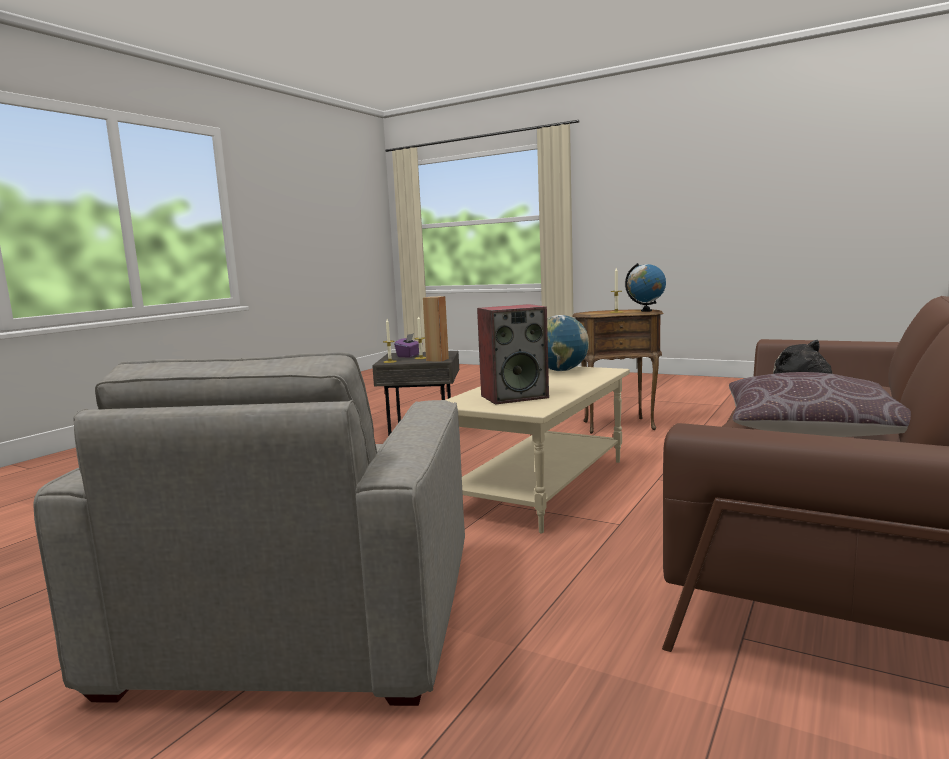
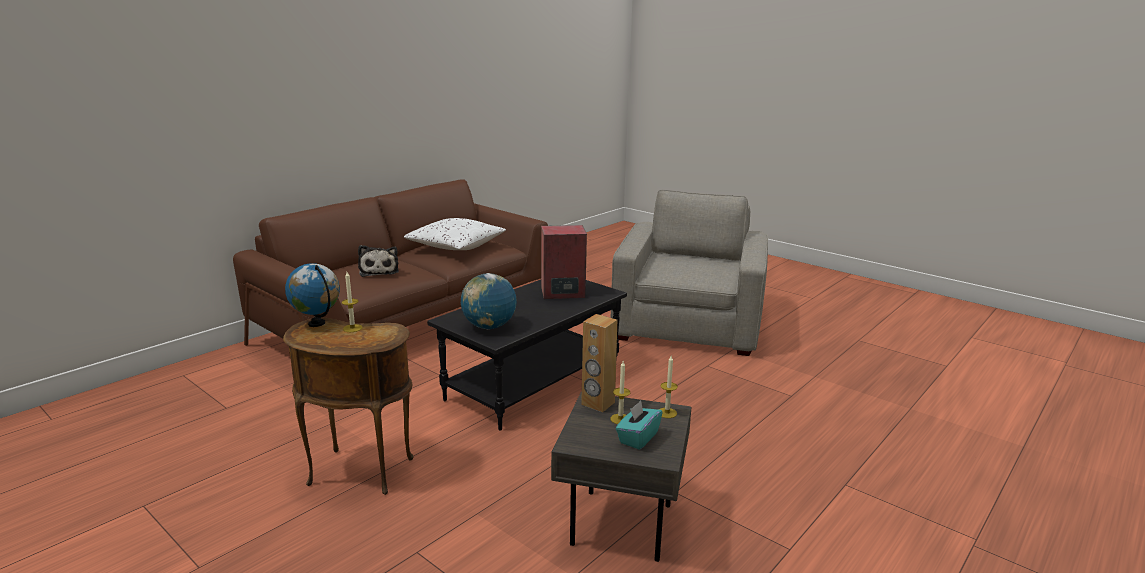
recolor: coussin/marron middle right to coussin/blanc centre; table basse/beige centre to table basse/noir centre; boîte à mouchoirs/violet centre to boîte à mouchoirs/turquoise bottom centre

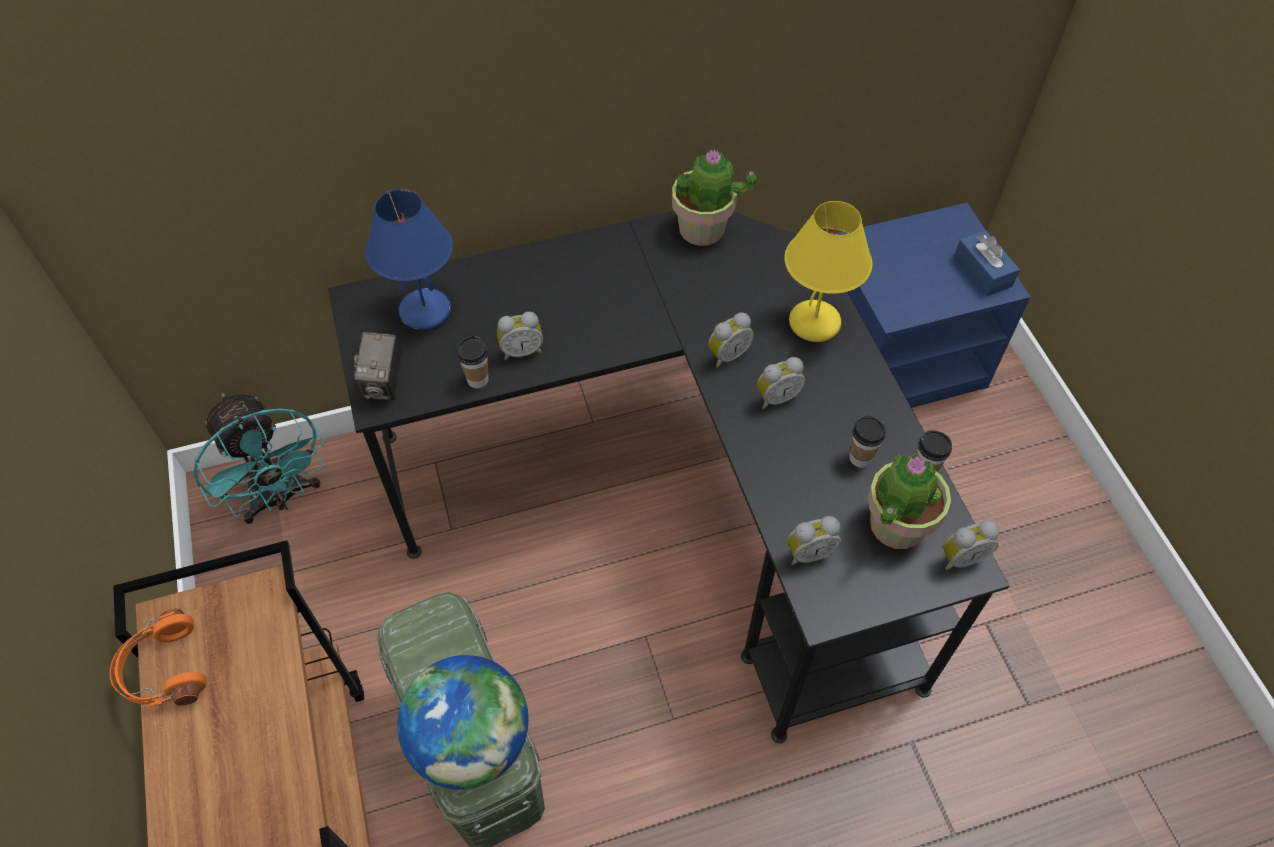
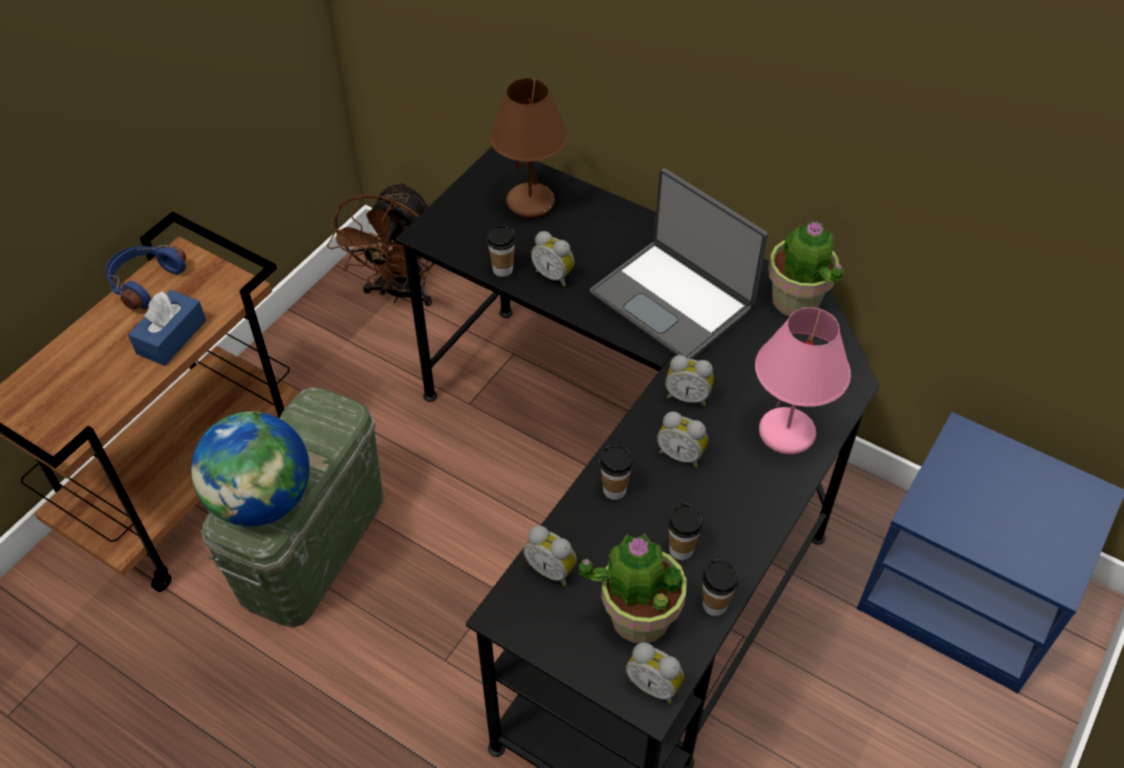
delete: appareil photo middle left
insert: ordinateur portable centre; tasse (2nd from left) centre
move: boîte à mouchoirs/bleu top right to middle left
recolor: casque audio/orange bottom left to casque audio/bleu middle left; ventilateur/turquoise middle left to ventilateur/marron top centre; lampe de table/bleu top left to lampe de table/marron top centre; lampe de table/jaune top centre to lampe de table/rose middle right

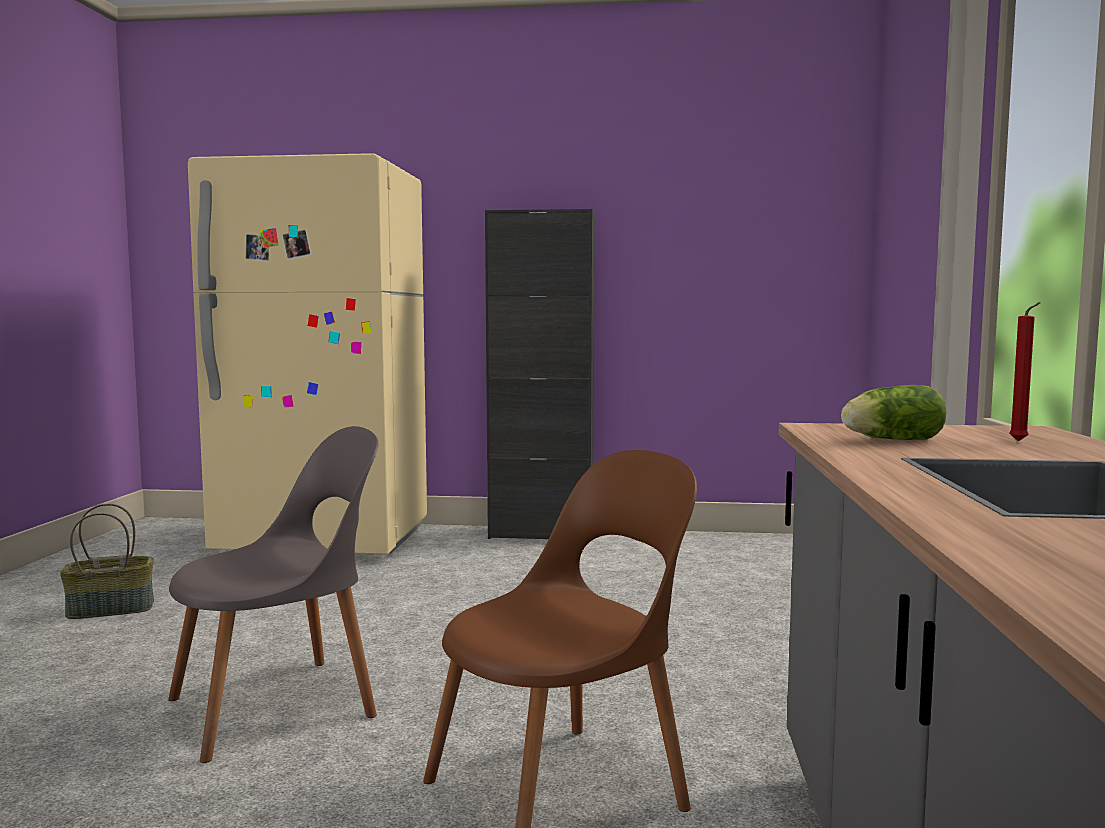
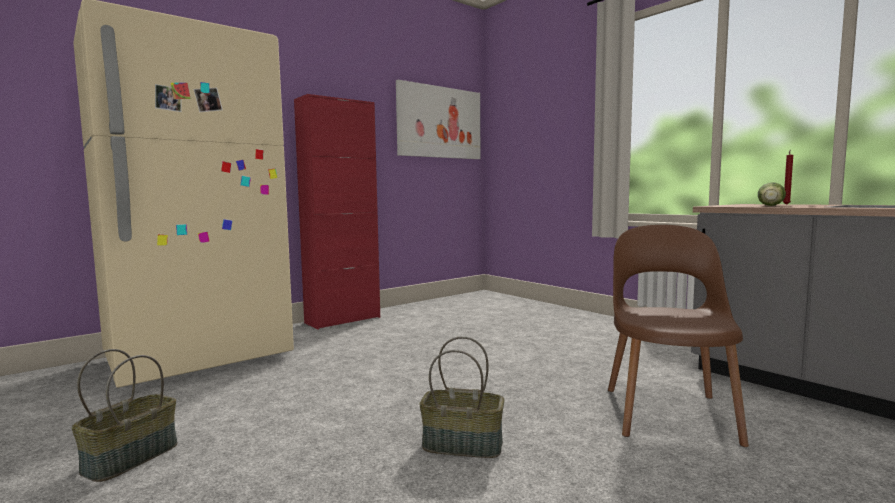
insert: tableau top centre
replace: chaise/gris bottom left to panier (2nd from left) bottom centre
recolor: meuble de rangement/noir centre to meuble de rangement/rouge centre

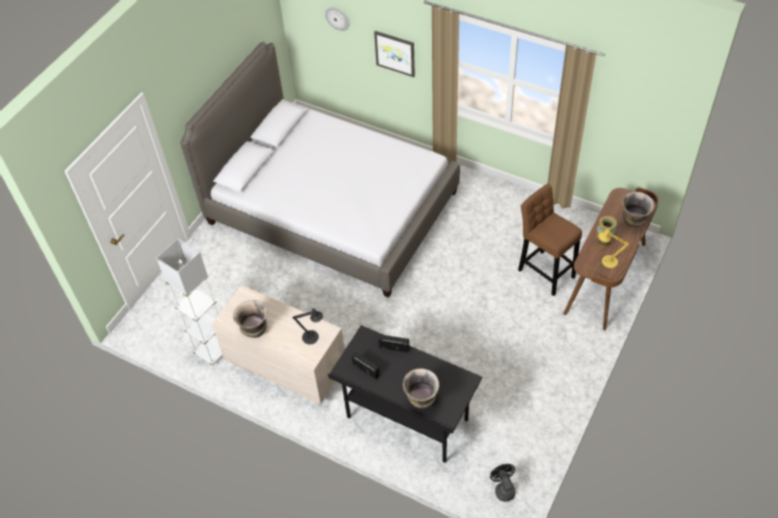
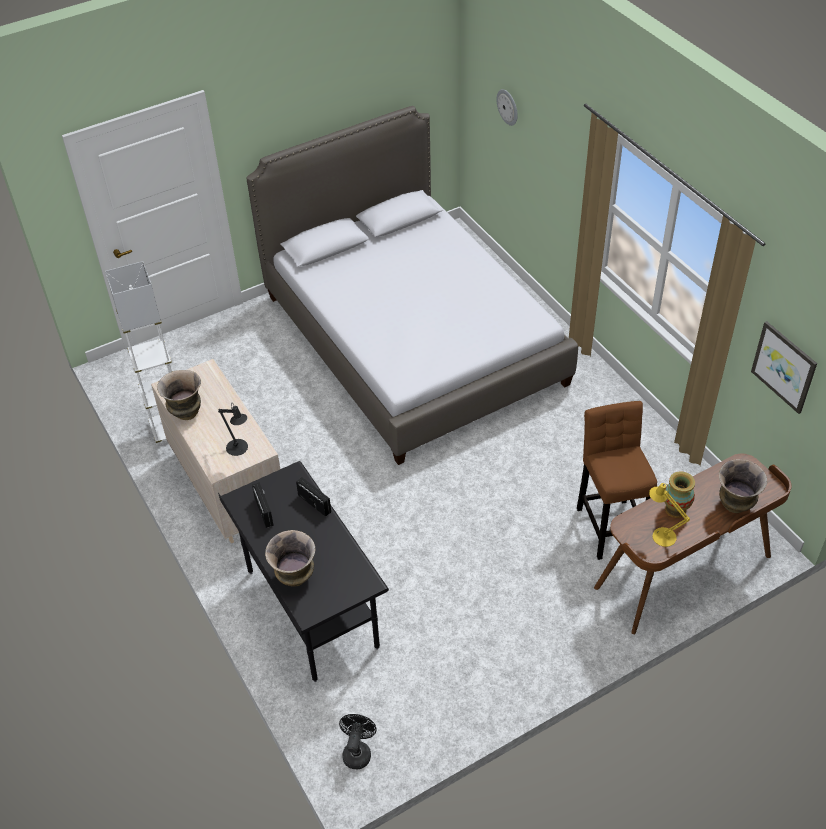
move: tableau top centre to middle right

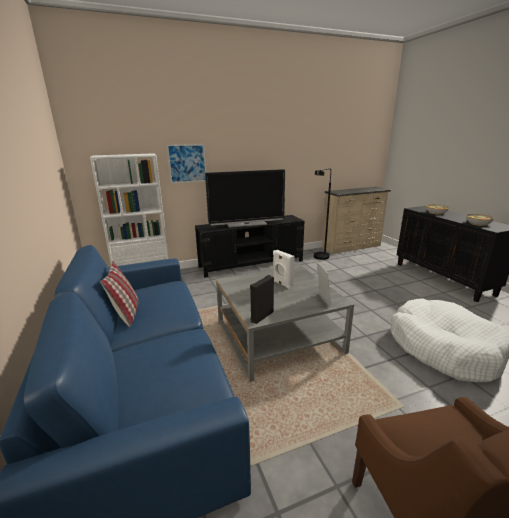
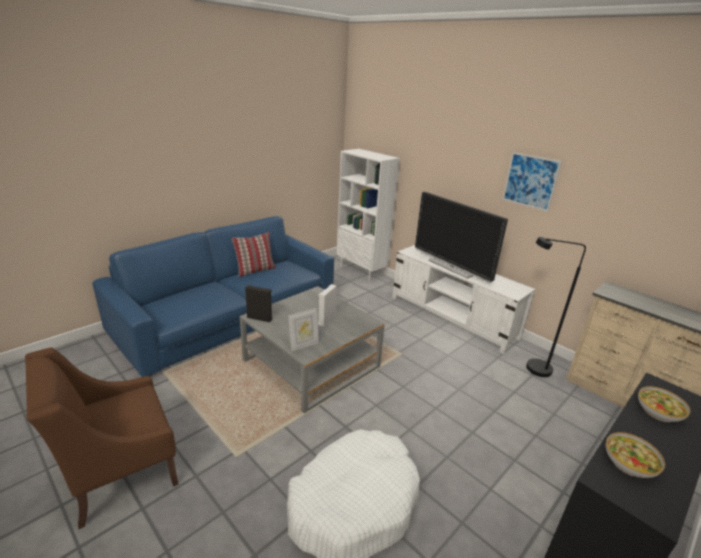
move: tableau top centre to top right
recolor: meuble télé/noir centre to meuble télé/blanc centre

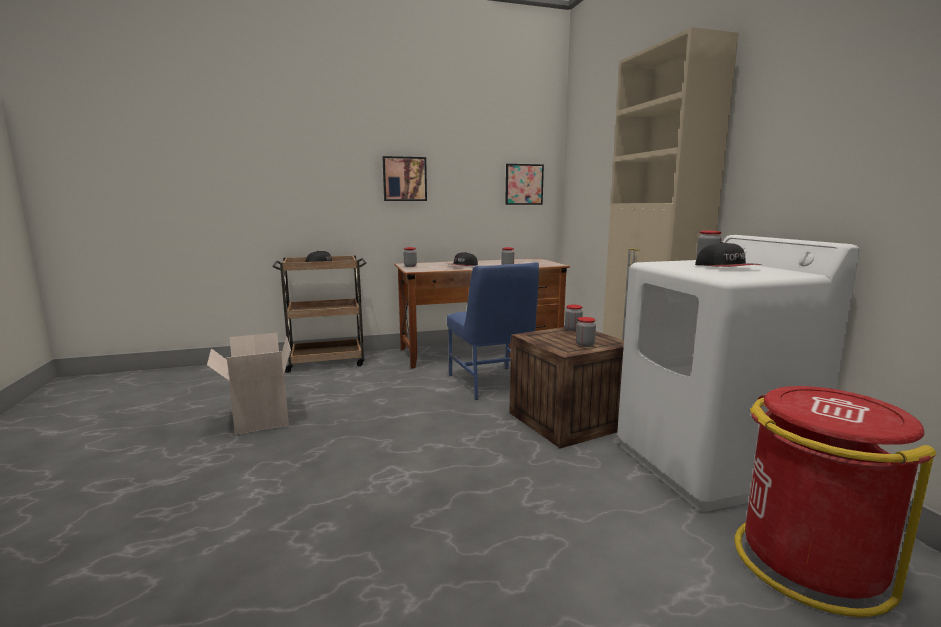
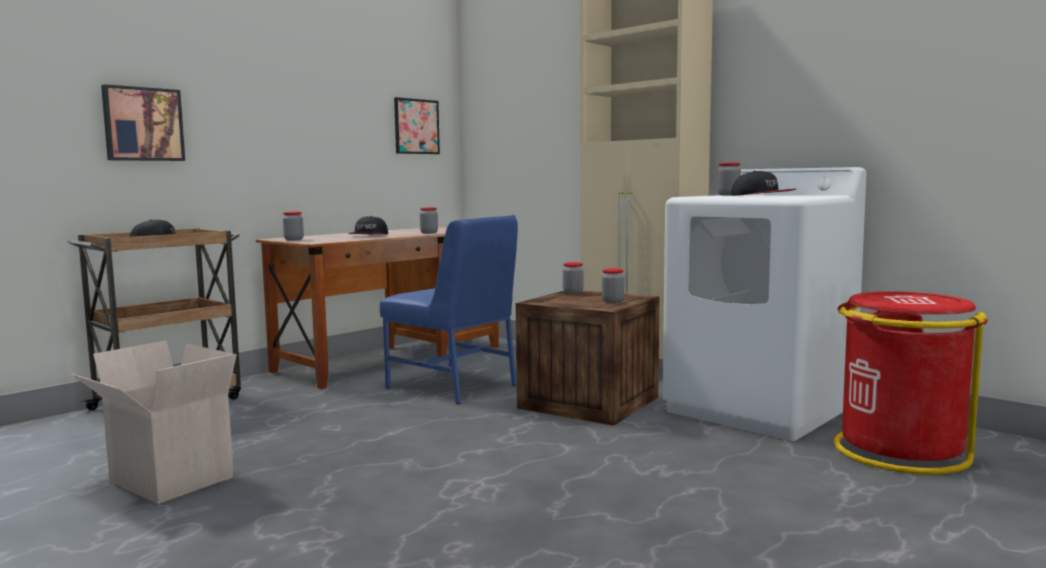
move: tableau (1st from left) top centre to top left

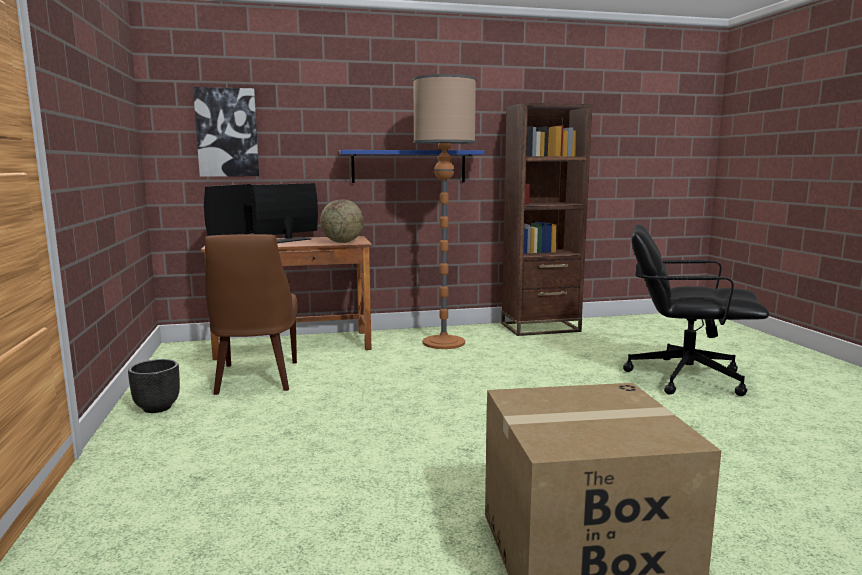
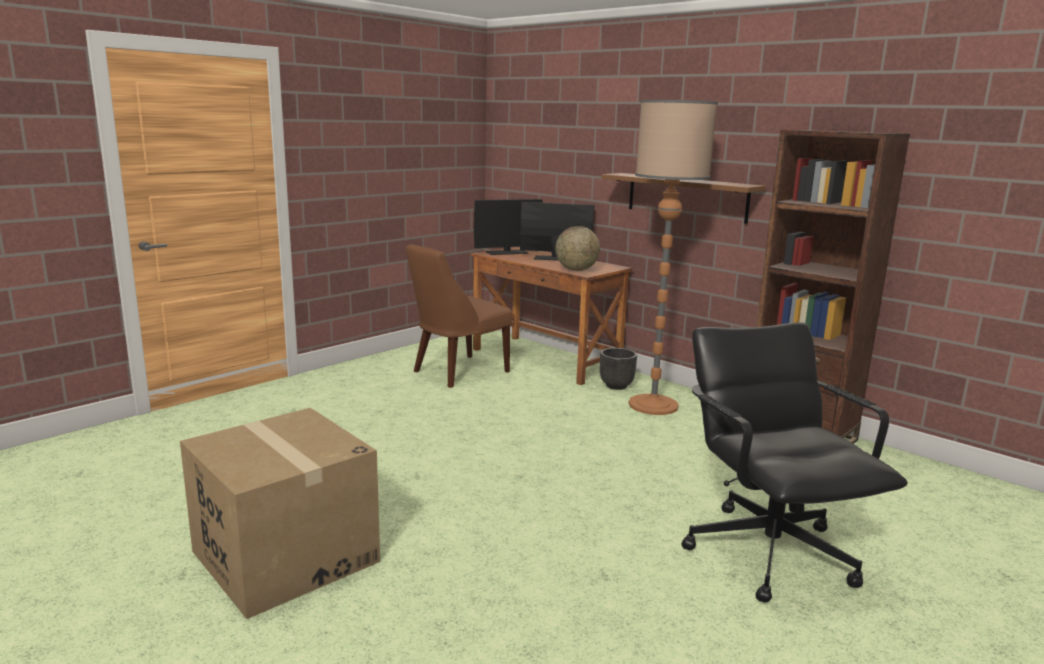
delete: tableau top left
move: cache-pot/noir bottom left to centre
recolor: étagère/bleu top centre to étagère/marron top centre

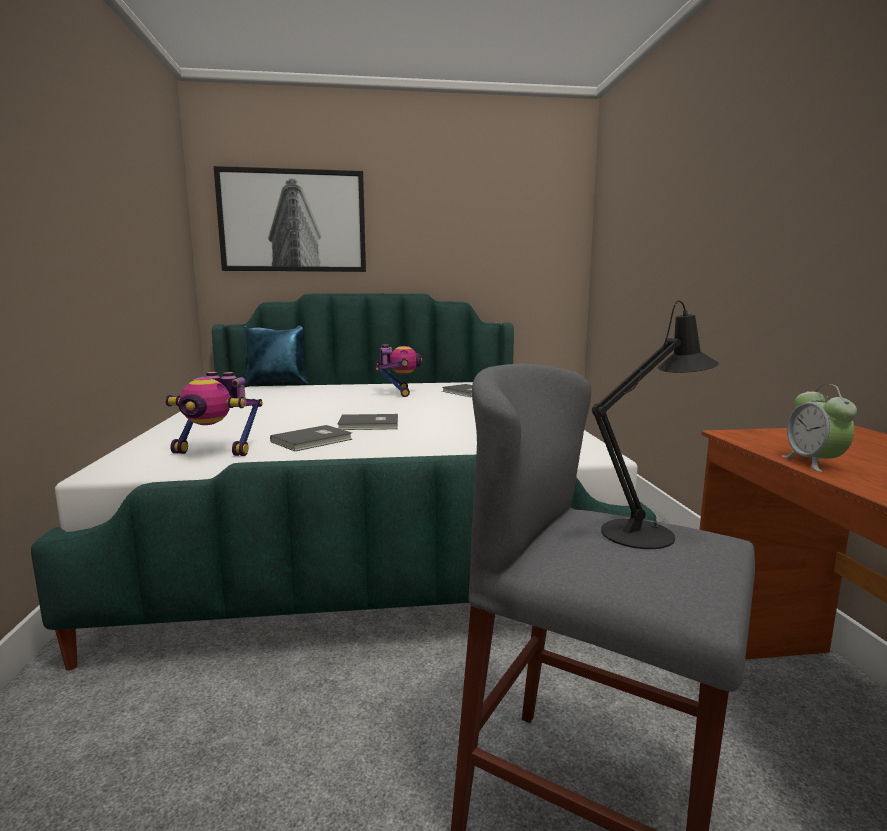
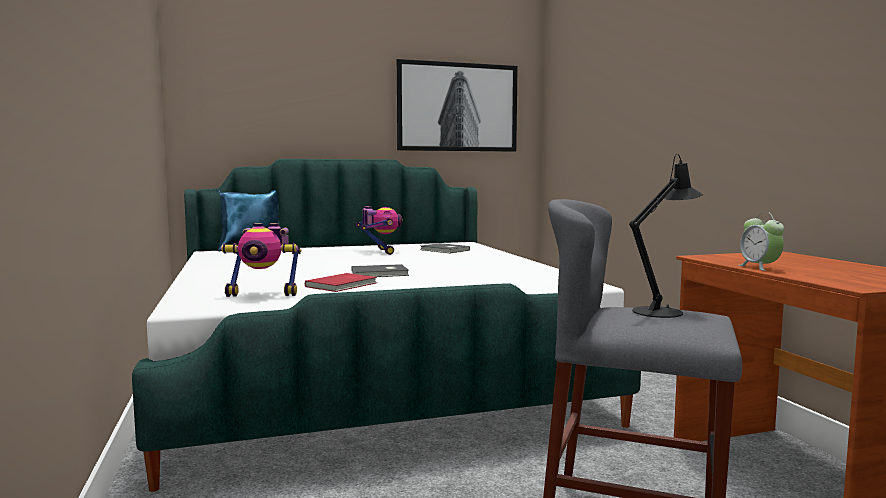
move: tableau top left to top centre
recolor: livre/gris (1st from left) centre to livre/rouge centre

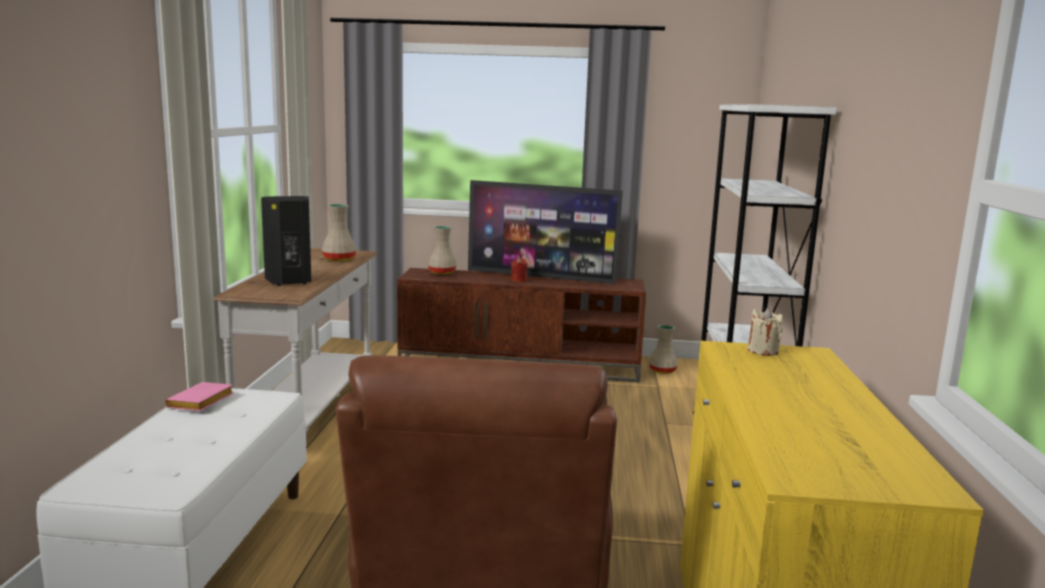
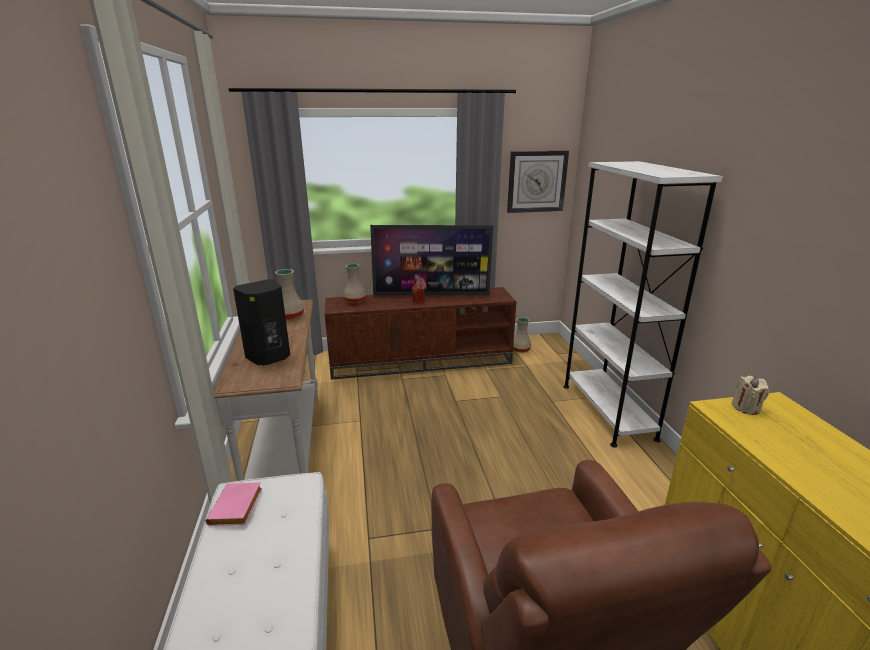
insert: horloge murale top centre

